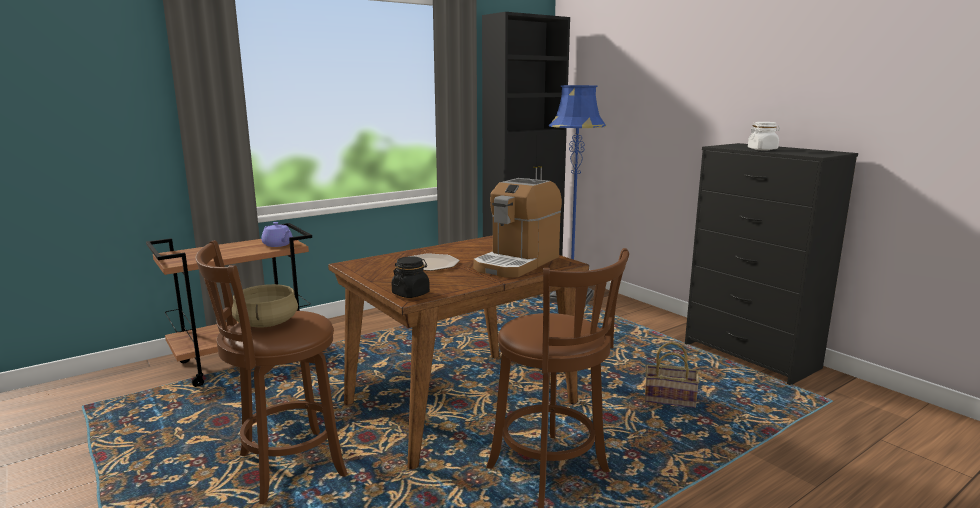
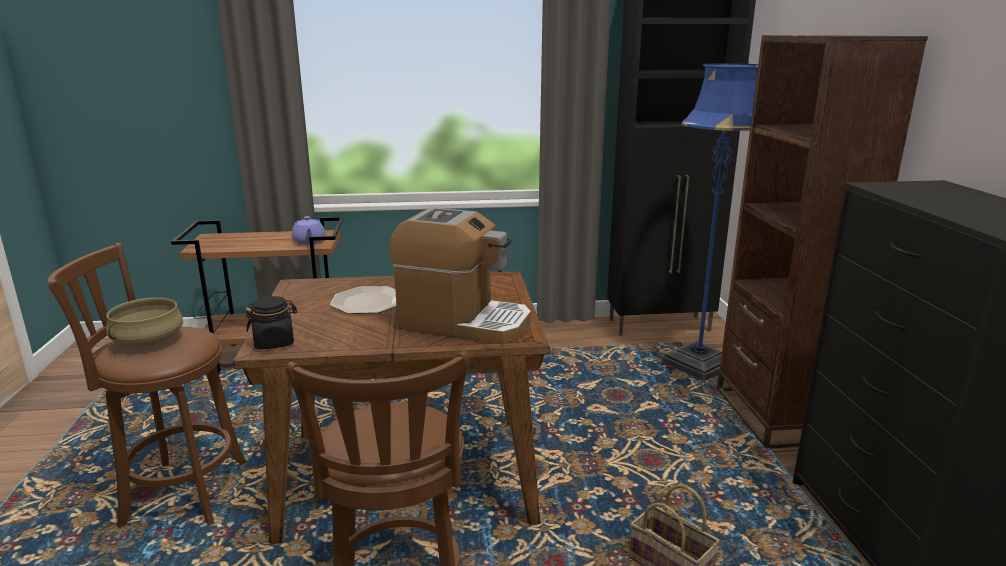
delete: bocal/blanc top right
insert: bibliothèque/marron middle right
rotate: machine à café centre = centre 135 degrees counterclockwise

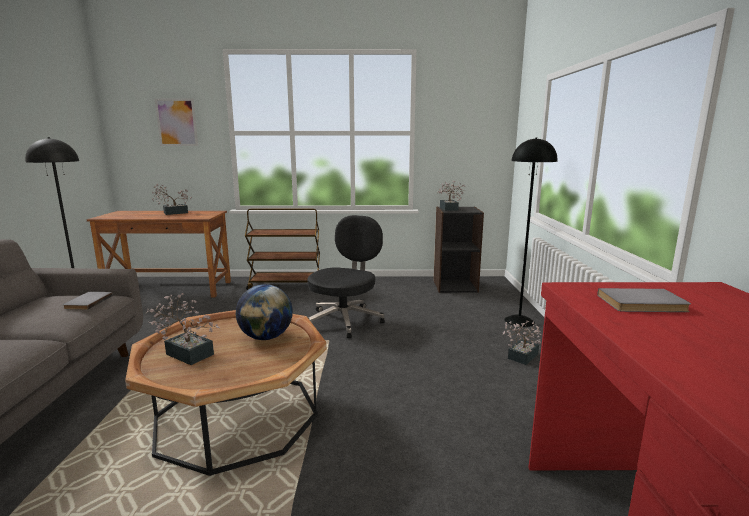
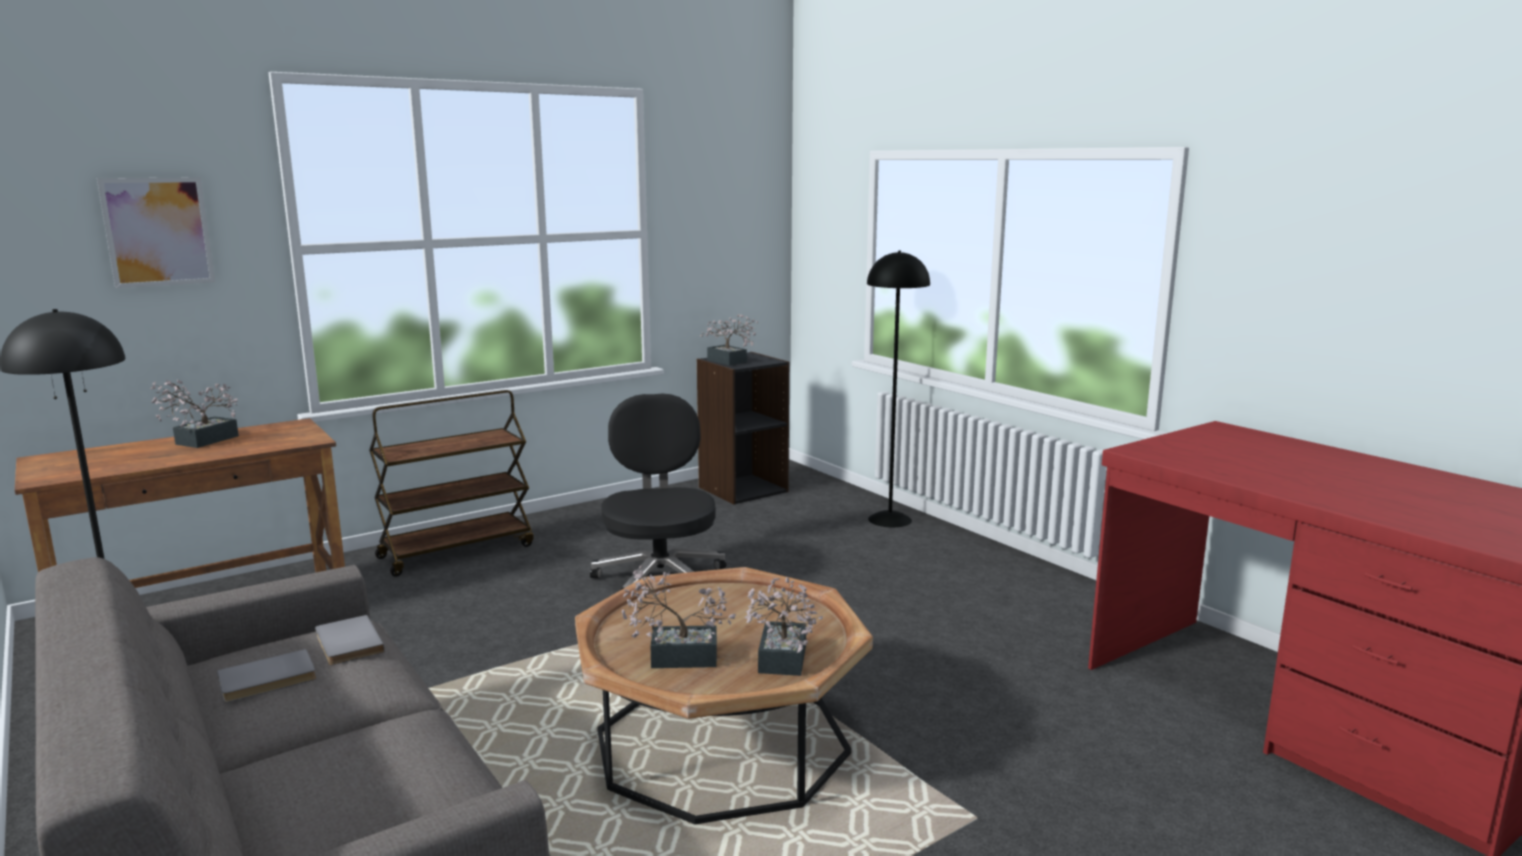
delete: globe centre
move: livre/gris (2nd from left in the first image) middle right to livre/gris (1st from left) bottom left; plante en pot (4th from left) middle right to bottom centre

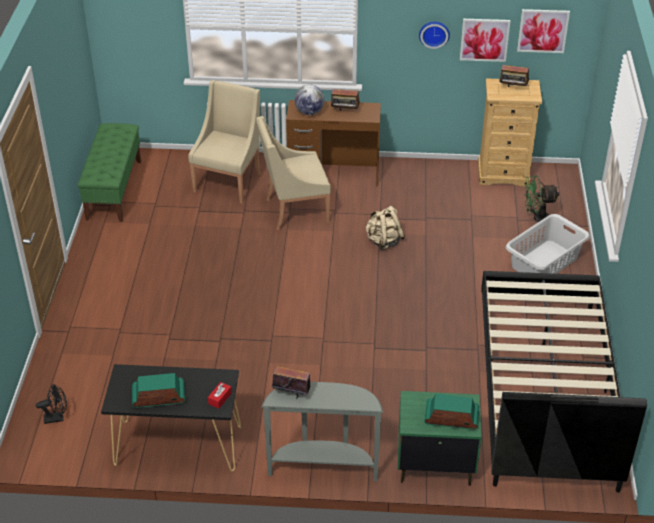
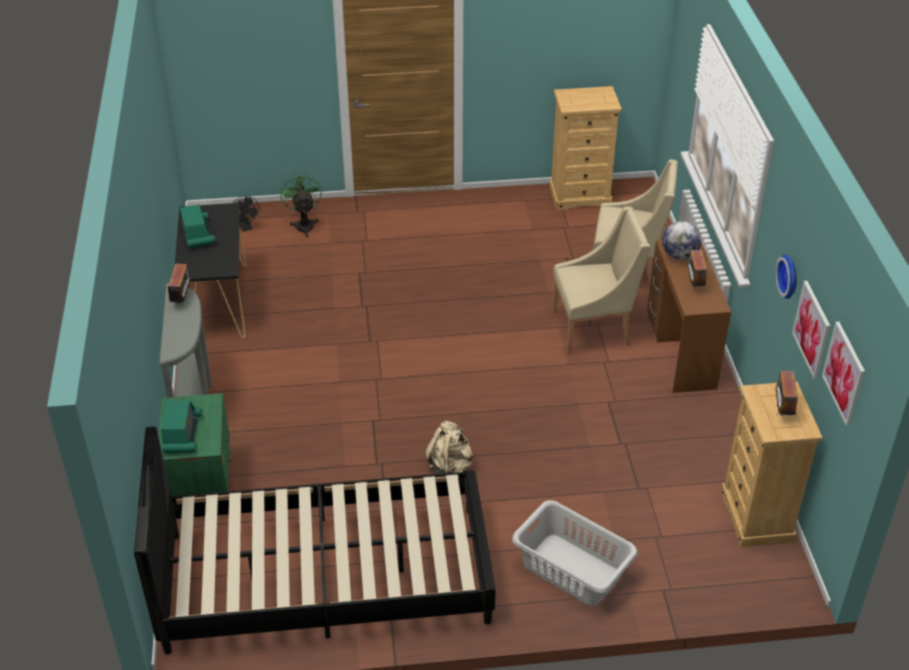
delete: boîte à mouchoirs/rouge bottom centre
move: ventilateur/vert middle right to top left; sac à dos/beige centre to bottom centre
replace: banc/vert top left to commode/beige (1st from left) top centre
rotate: fauteuil/beige (2nd from left in the first image) top centre = centre 105 degrees clockwise

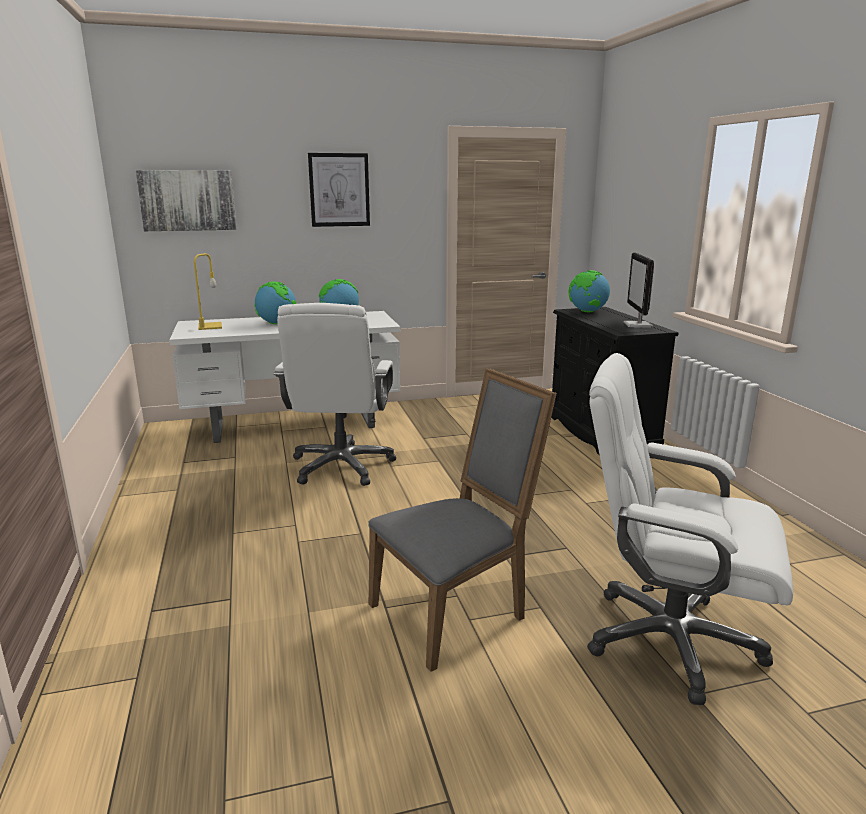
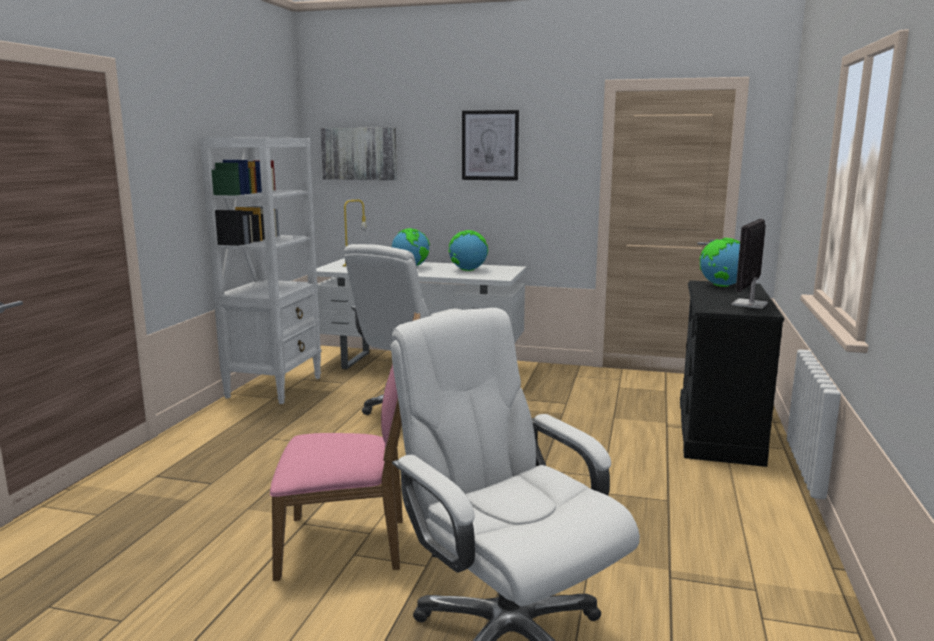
insert: bibliothèque/blanc middle left
recolor: chaise/gris centre to chaise/rose bottom centre

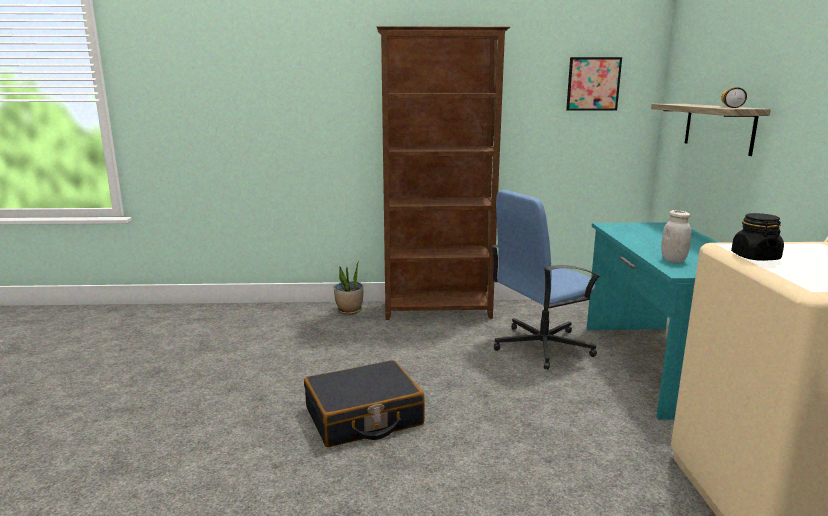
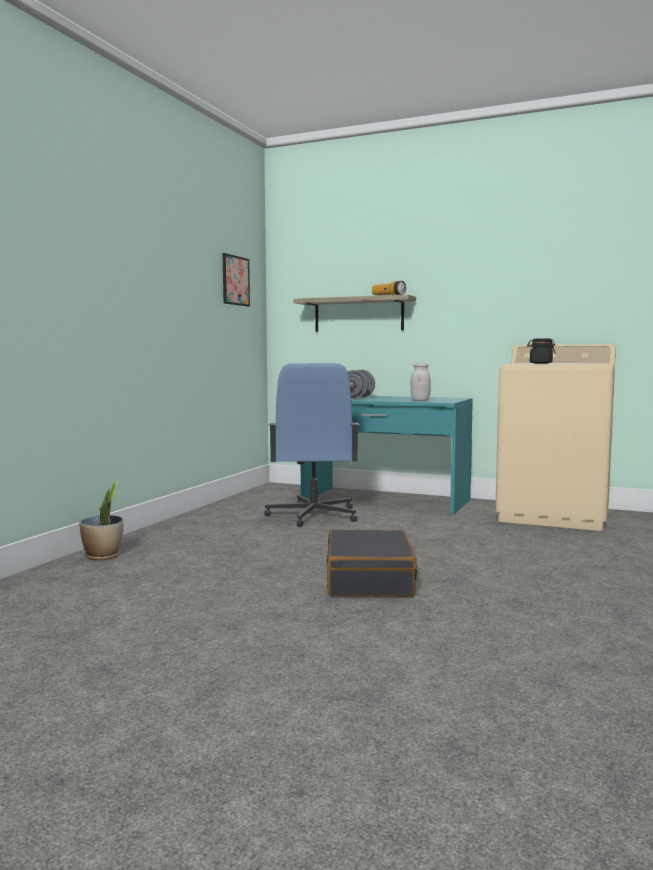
delete: bibliothèque/marron centre
insert: haltère/gris centre

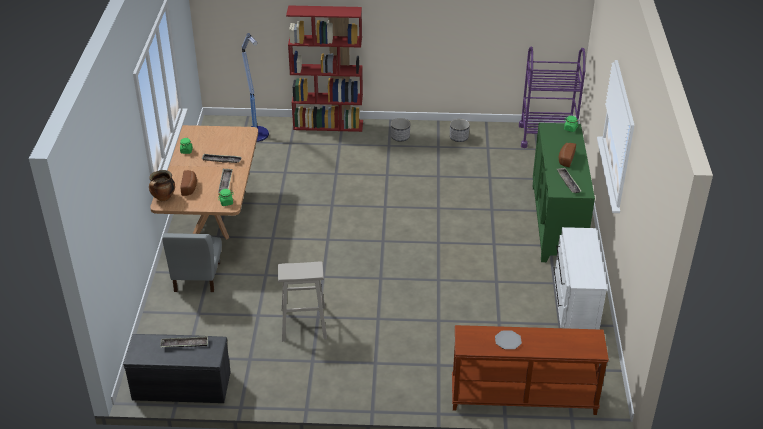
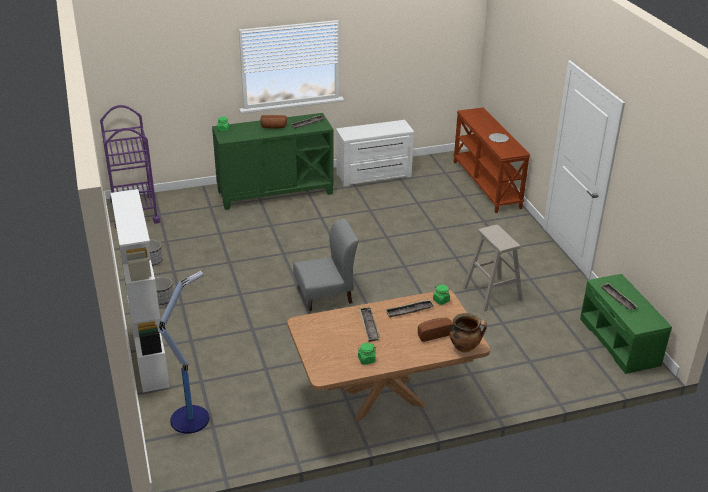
move: chaise/gris middle left to centre
recolor: bibliothèque/rouge top centre to bibliothèque/blanc middle left; banc/gris bottom left to banc/vert middle right

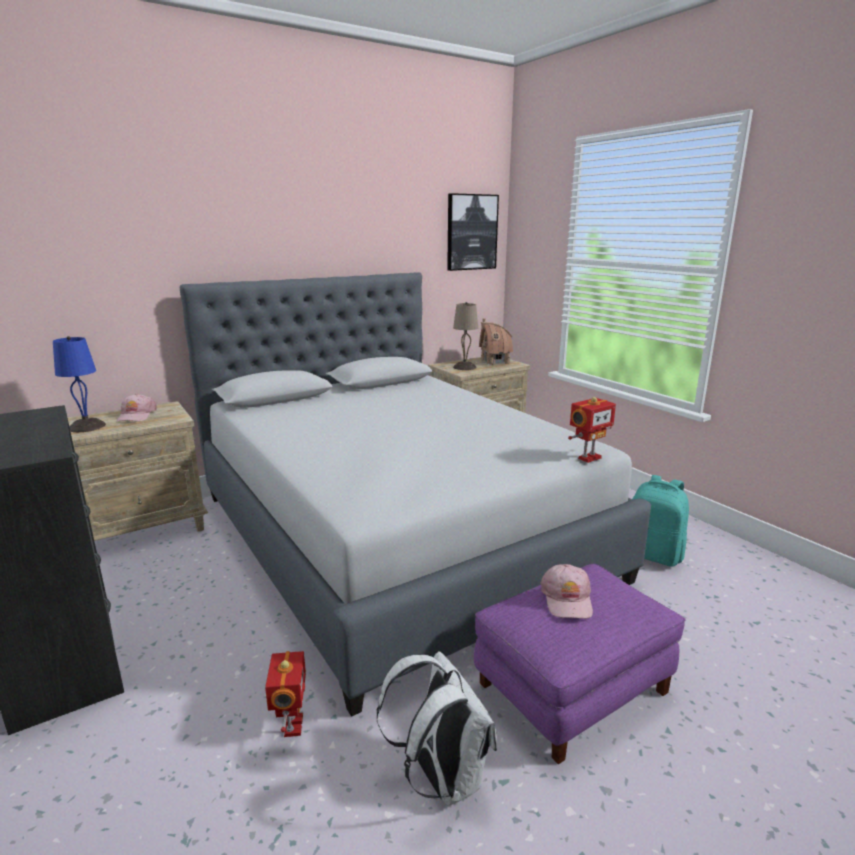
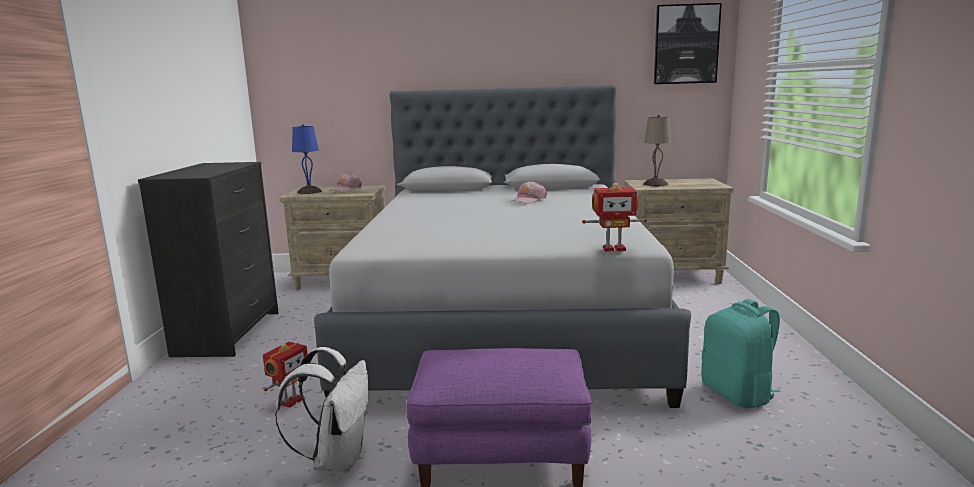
delete: maison miniature centre
move: casquette/rose (2nd from left) bottom centre to centre

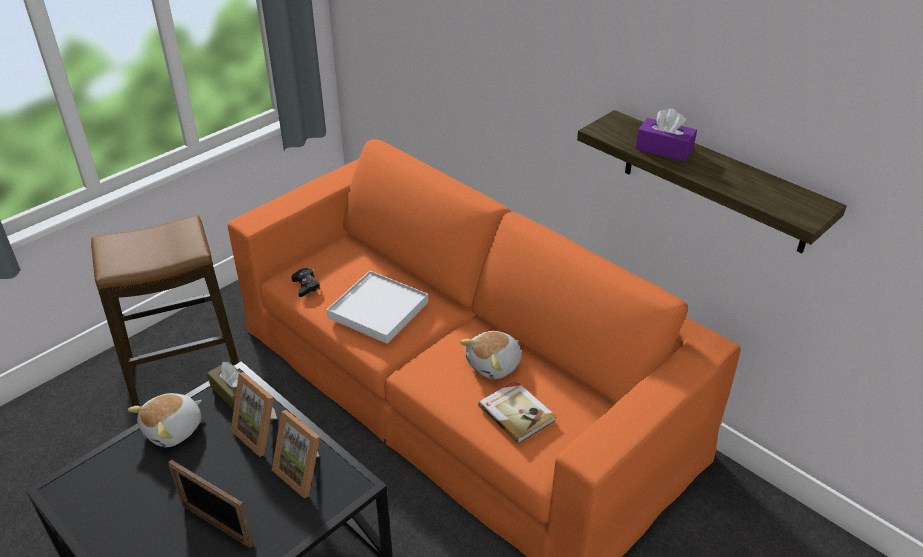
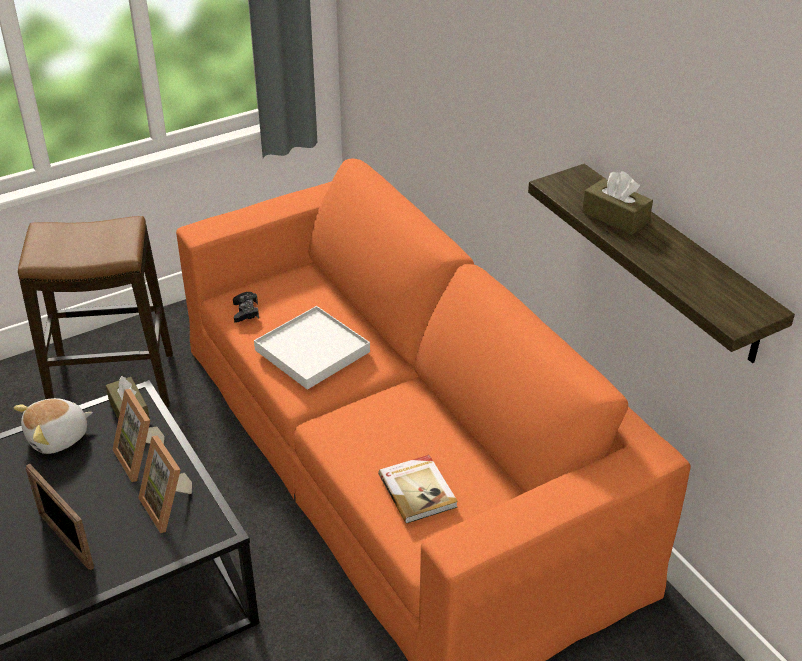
delete: peluche (2nd from left) centre
recolor: boîte à mouchoirs/violet top right to boîte à mouchoirs/marron (2nd from left) top right

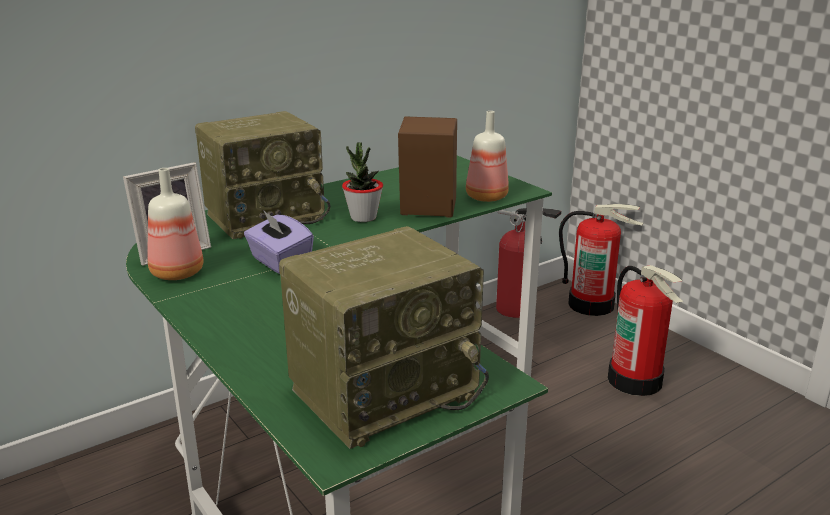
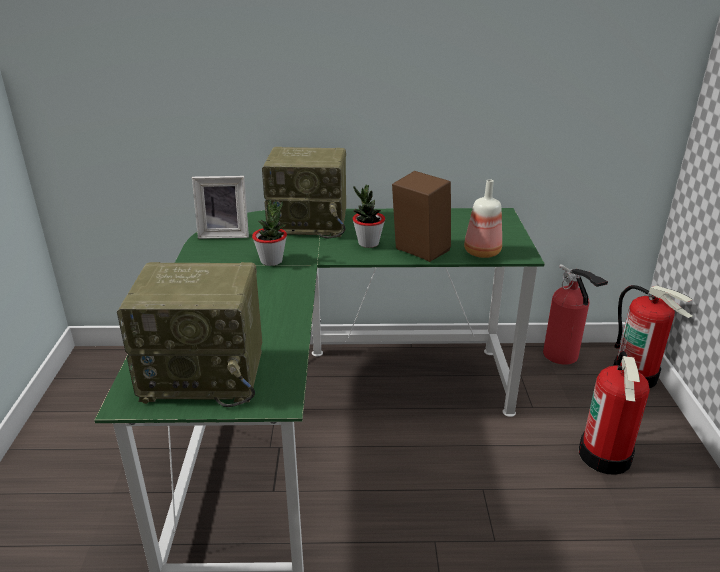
delete: bouteille (1st from left) middle left
replace: boîte à mouchoirs/violet centre to plante en pot (1st from left) centre

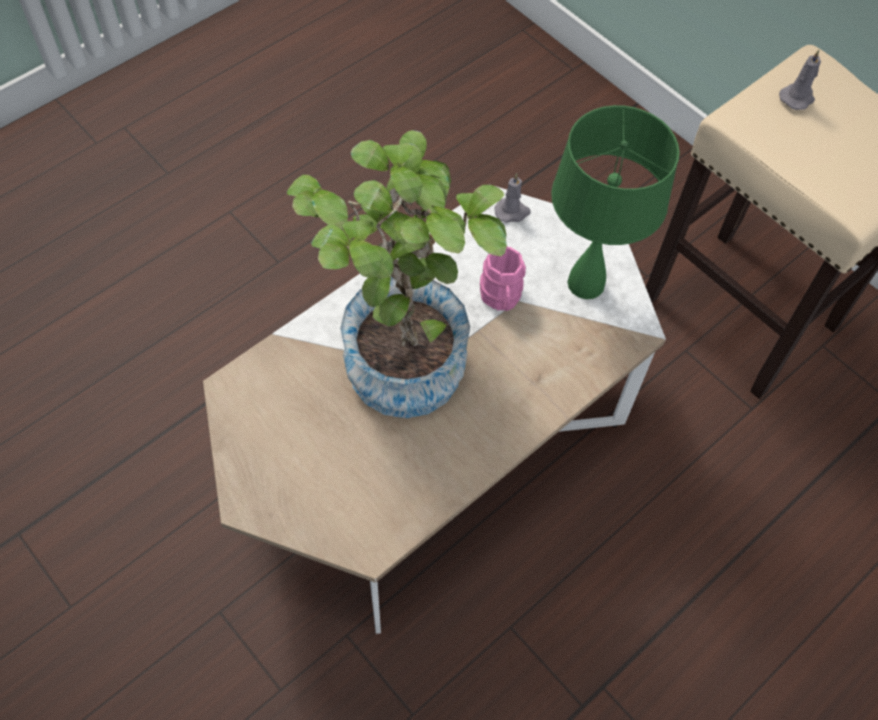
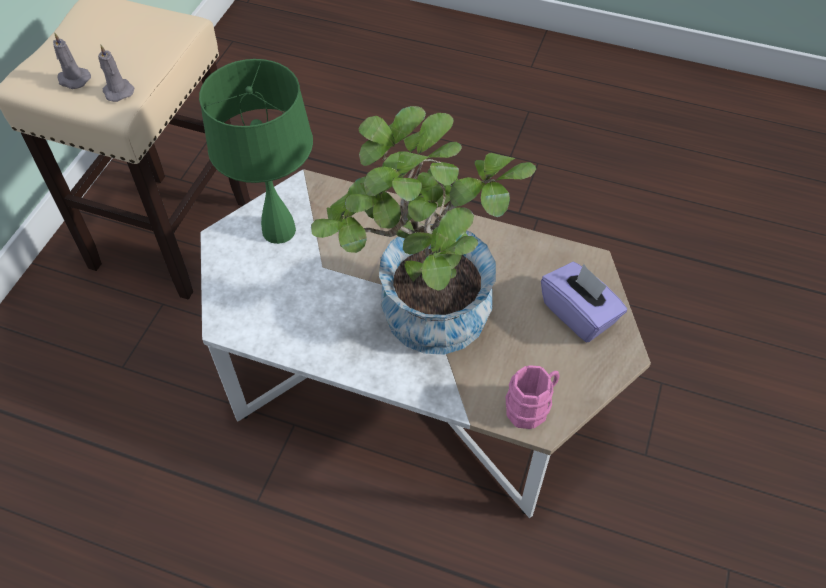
insert: boîte à mouchoirs/violet middle right
move: bougie/gris (1st from left in the first image) top centre to bougie/gris (2nd from left) top left; mug/rose centre to bottom centre

